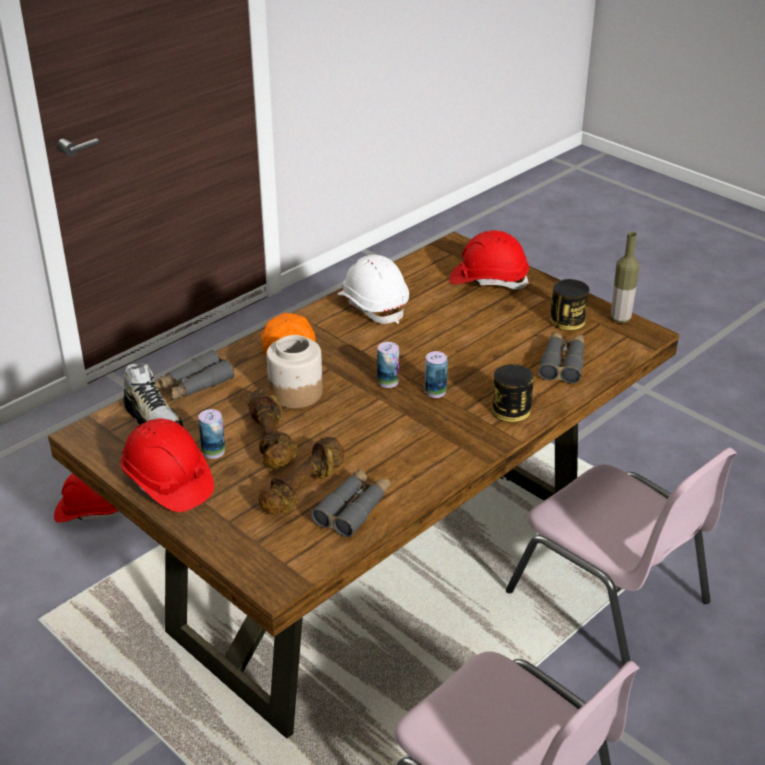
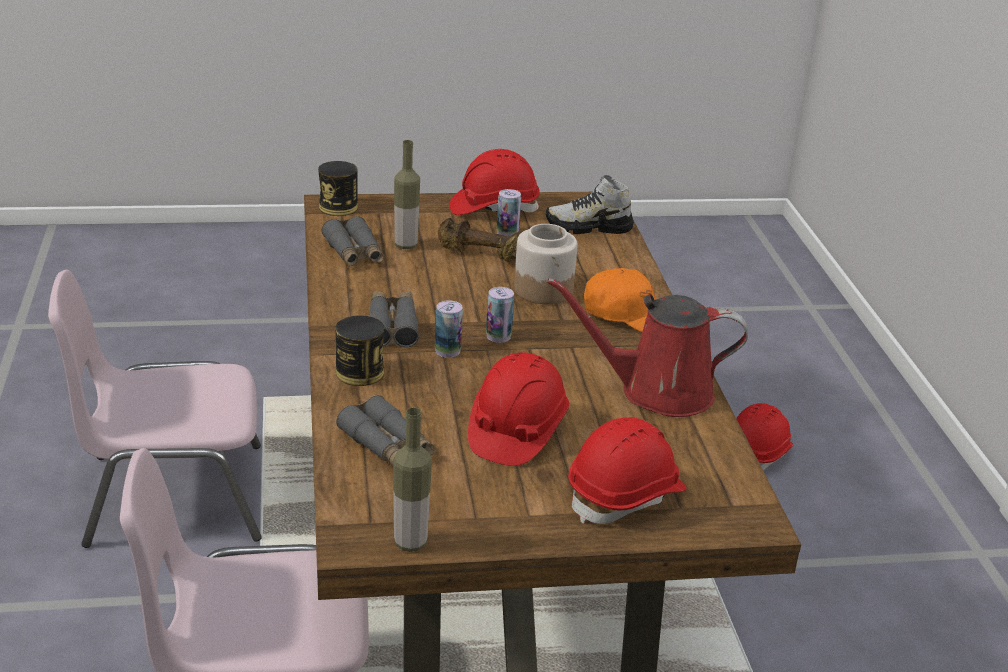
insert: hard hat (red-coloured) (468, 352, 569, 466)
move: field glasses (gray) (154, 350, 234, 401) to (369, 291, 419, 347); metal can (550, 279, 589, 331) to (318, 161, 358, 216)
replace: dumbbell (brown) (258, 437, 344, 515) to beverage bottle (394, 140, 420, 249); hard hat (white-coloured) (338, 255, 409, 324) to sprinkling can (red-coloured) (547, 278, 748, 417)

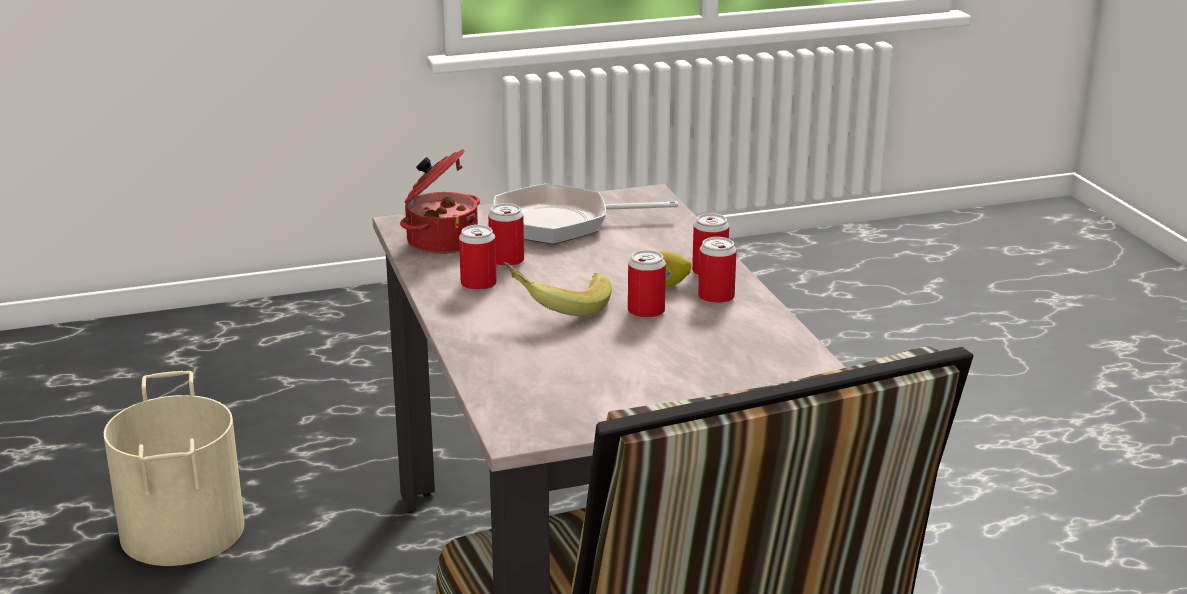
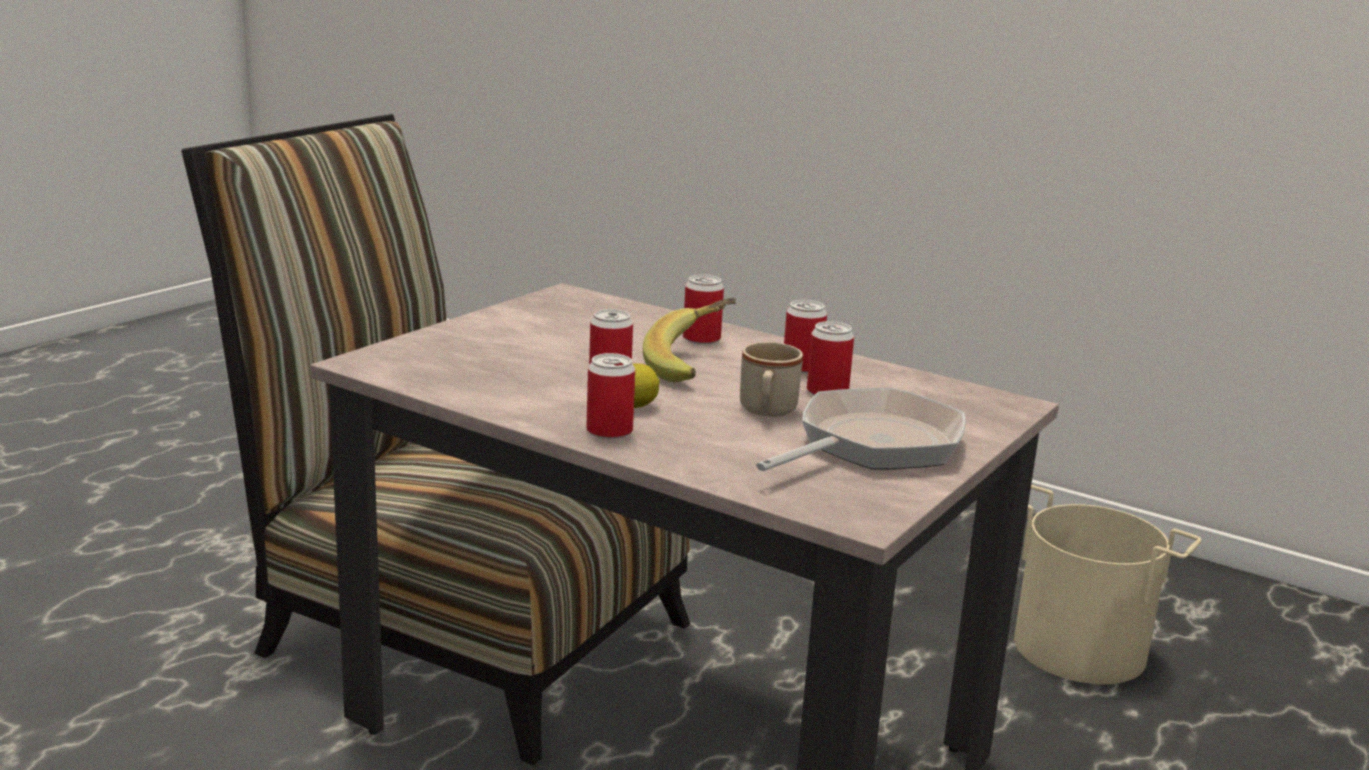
delete: saucepot (400, 149, 480, 254)
insert: coffee mug (sand-coloured) (740, 342, 803, 417)
move: metal can (698, 237, 737, 304) to (683, 274, 724, 344)

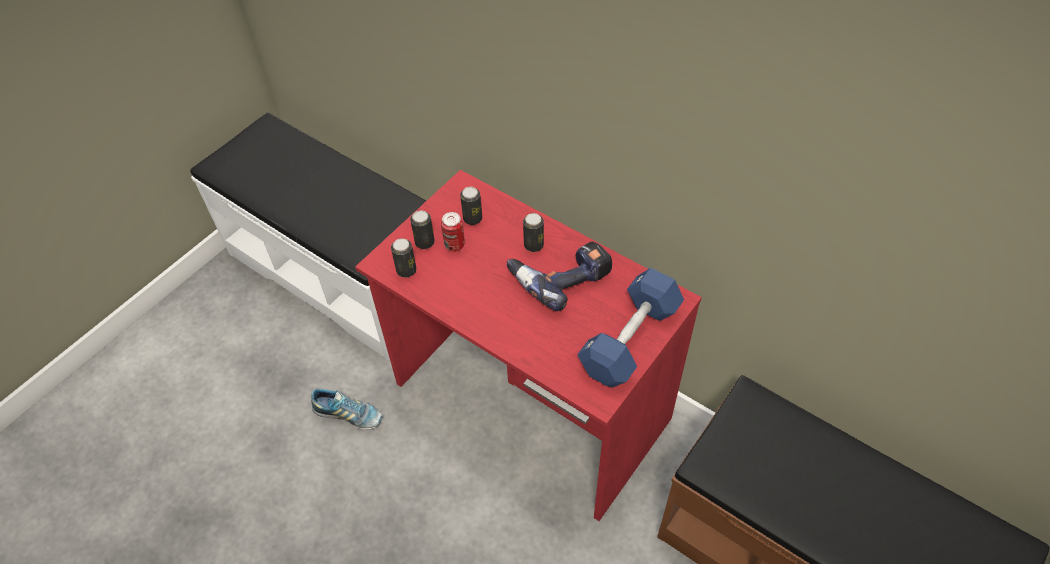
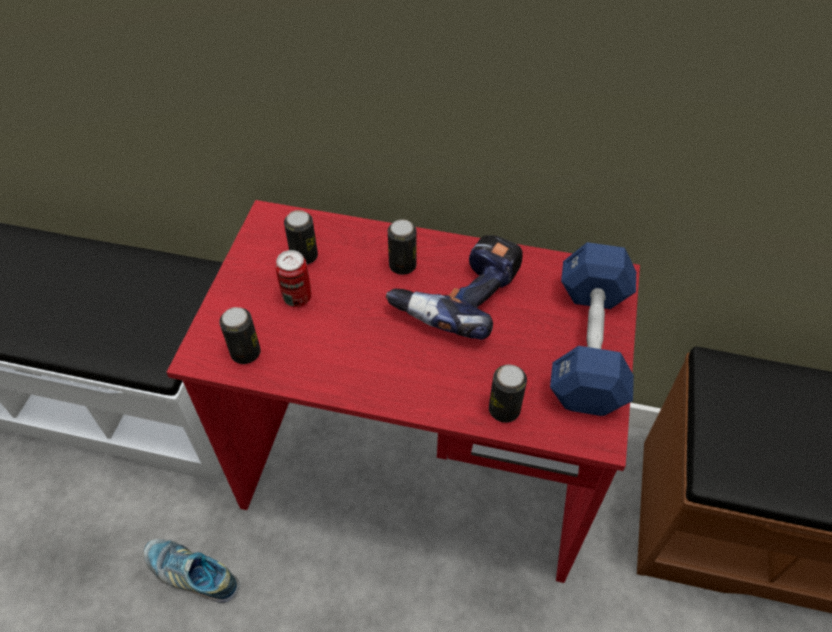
move: metal can (410, 210, 435, 249) to (489, 365, 527, 423)
rotate: shoe (311, 389, 382, 430) = (144, 539, 240, 603) 150 degrees counterclockwise

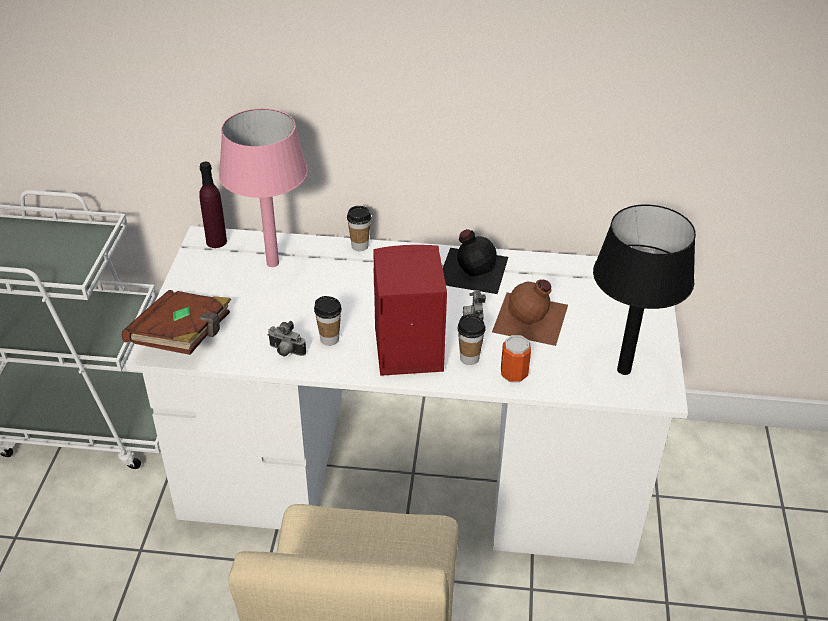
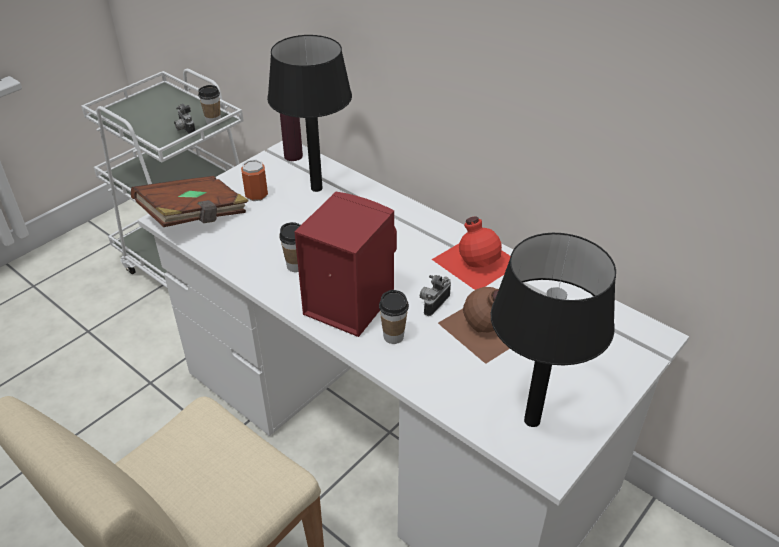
move: still camera (267, 321, 306, 356) to (174, 104, 195, 134); small cup (347, 206, 371, 251) to (198, 85, 221, 126); metal can (501, 335, 531, 382) to (241, 160, 268, 201)
recolor: lamp for a table (pinkish) (219, 108, 308, 267) to lamp for a table (black) (267, 35, 352, 192); beverage bottle (black) (443, 229, 508, 294) to beverage bottle (red-coloured) (432, 216, 510, 290)

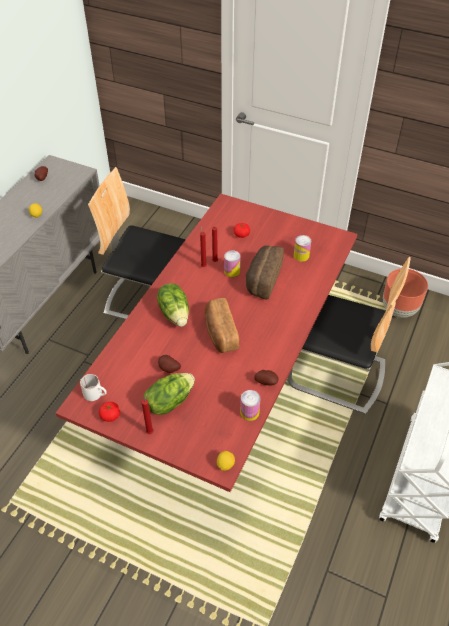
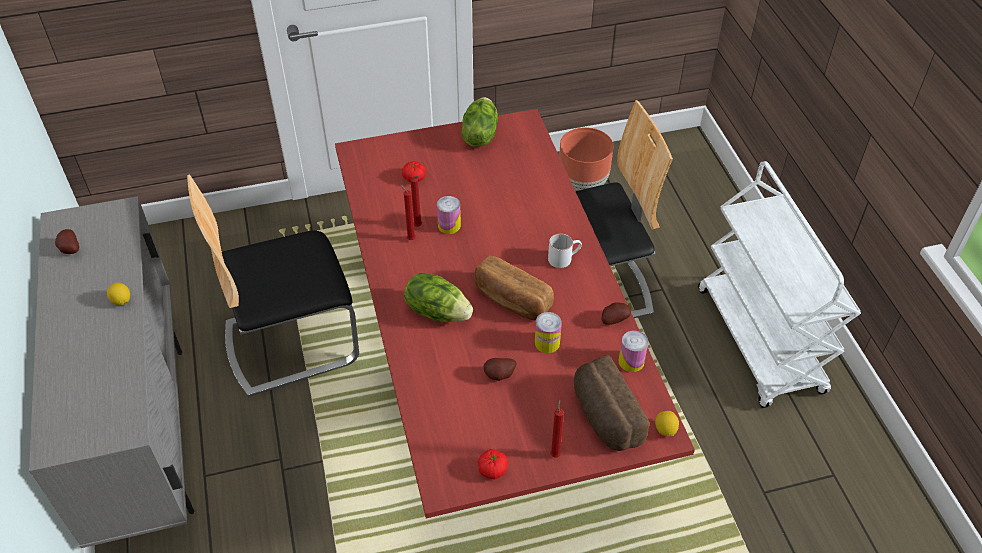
move: coffee mug (white-coloured) (80, 374, 107, 401) to (548, 233, 582, 268); lettuce (143, 373, 195, 415) to (461, 97, 498, 147); baked bread (246, 246, 284, 299) to (574, 355, 649, 451); metal can (294, 235, 311, 262) to (535, 312, 562, 353)

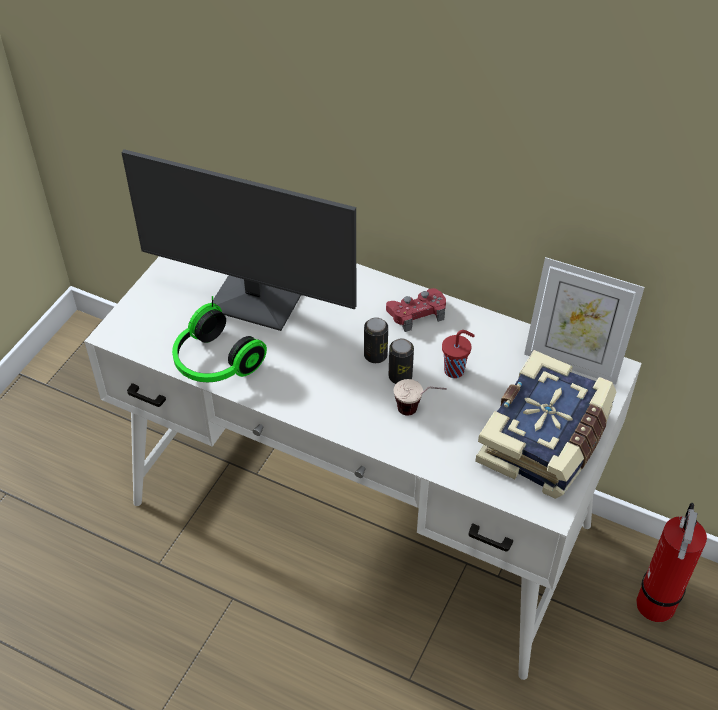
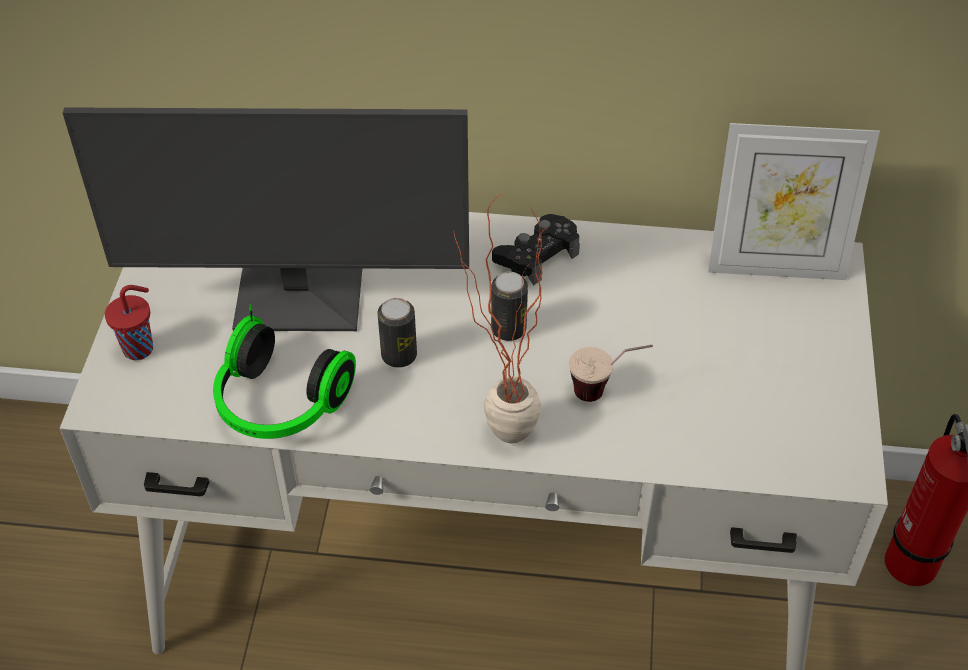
delete: volume (475, 350, 616, 499)
insert: plant in a pot (454, 193, 548, 443)
move: metal can (388, 338, 414, 384) to (378, 298, 417, 368); small cup (red-coloured) (442, 330, 475, 378) to (105, 285, 153, 360)
recolor: joypad (red-coloured) (386, 288, 446, 332) to joypad (black) (492, 214, 580, 285)

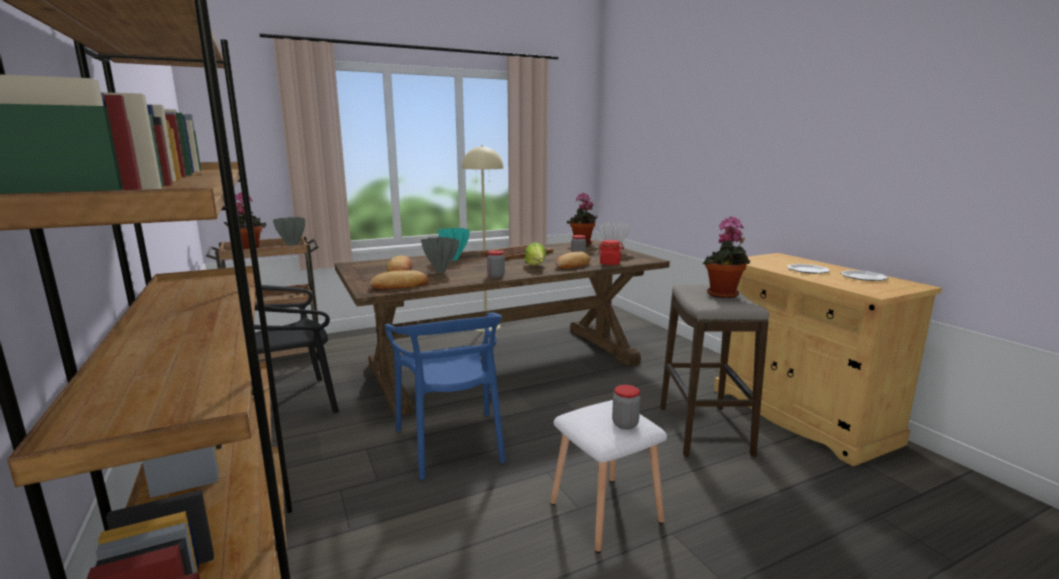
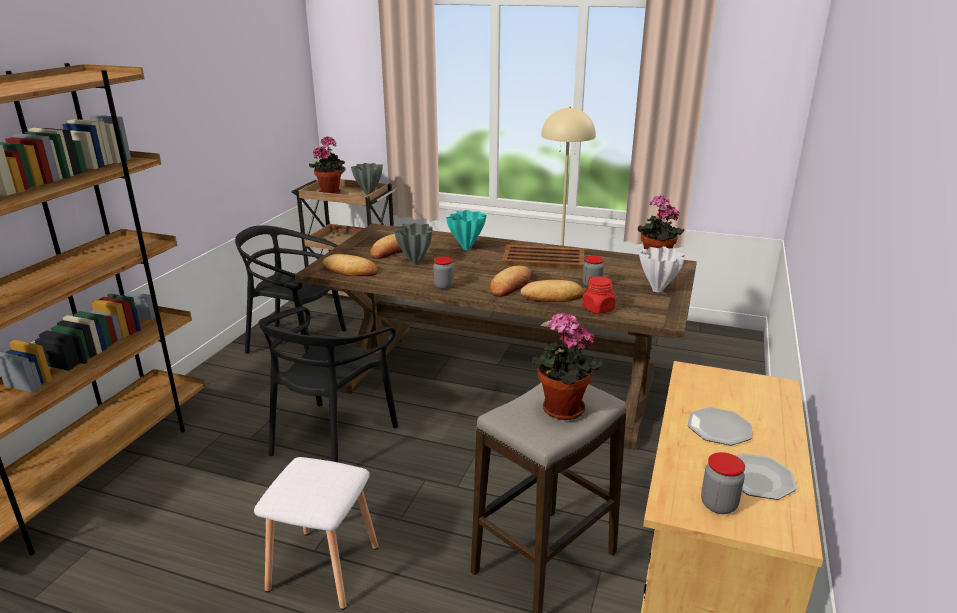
move: jar (612, 385, 640, 430) to (701, 452, 745, 514)
replace: lettuce (524, 242, 546, 266) to baked bread (490, 266, 531, 297)
recolor: chair (bluish) (385, 312, 506, 480) to chair (black) (259, 307, 398, 462)

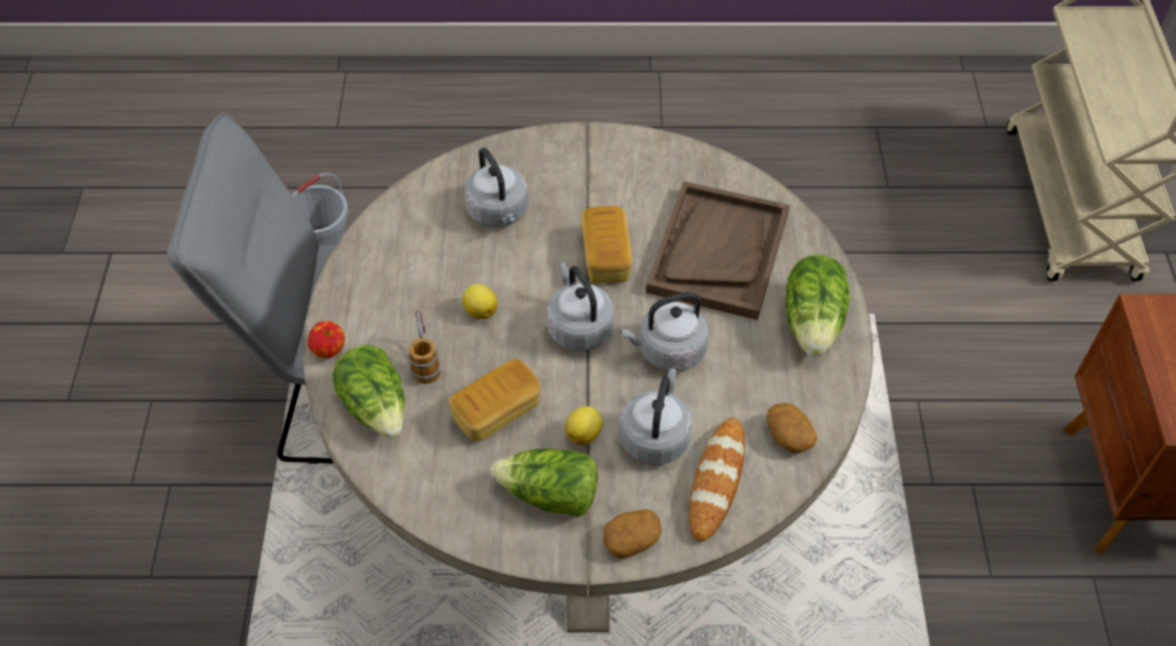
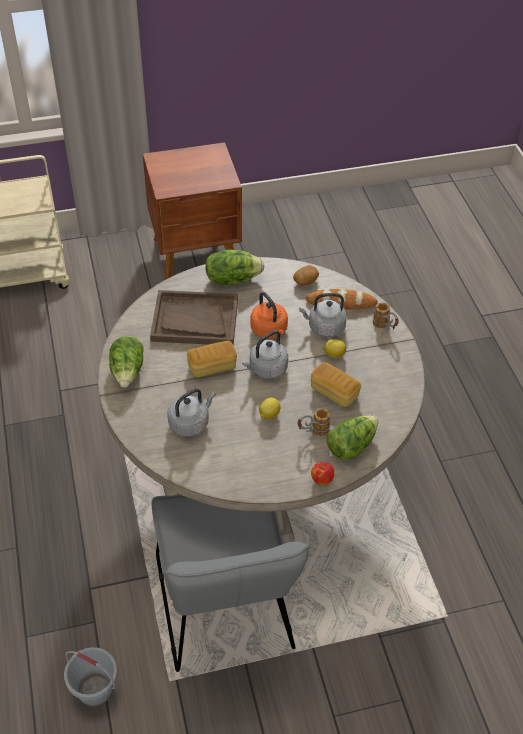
move: lettuce (490, 448, 598, 517) to (109, 336, 144, 388)
replace: potato (603, 509, 662, 559) to coffee mug (373, 302, 399, 330)
recolor: tea kettle (gray) (620, 292, 709, 371) to tea kettle (orange-coloured) (250, 292, 288, 339)

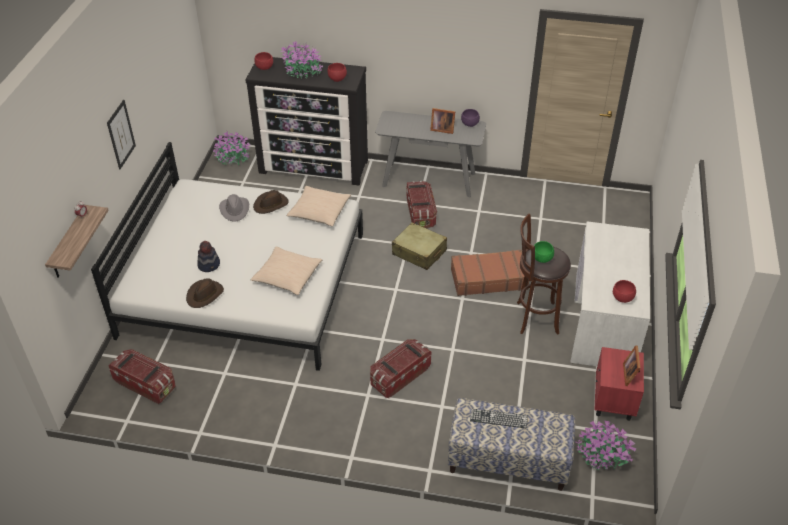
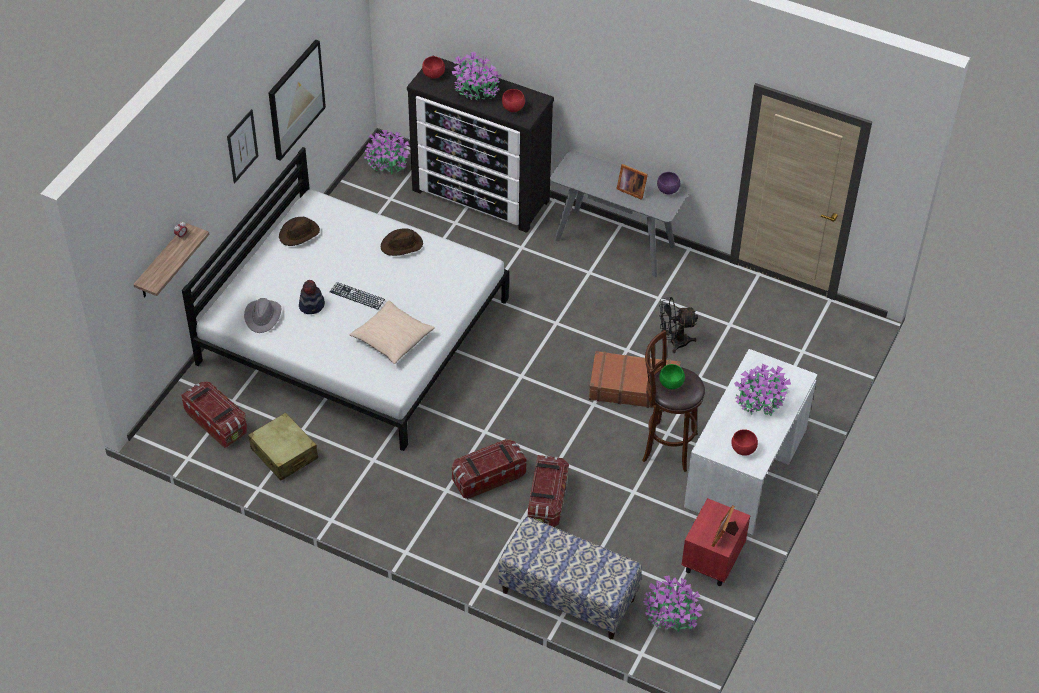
delete: cushion (sand-coloured) (287, 186, 351, 226)
insert: wall picture (268, 39, 326, 161); electric fan (black) (659, 297, 698, 353); plant in a pot (734, 364, 791, 416)
move: hat (brown) (186, 278, 224, 308) to (279, 217, 320, 246); hat (gray) (219, 194, 249, 222) to (244, 298, 281, 333); piece of luggage (sand-coloured) (392, 222, 447, 270) to (248, 412, 318, 481); storage container (407, 181, 437, 229) to (528, 455, 569, 527); keyboard (470, 409, 528, 428) to (330, 282, 385, 309)

